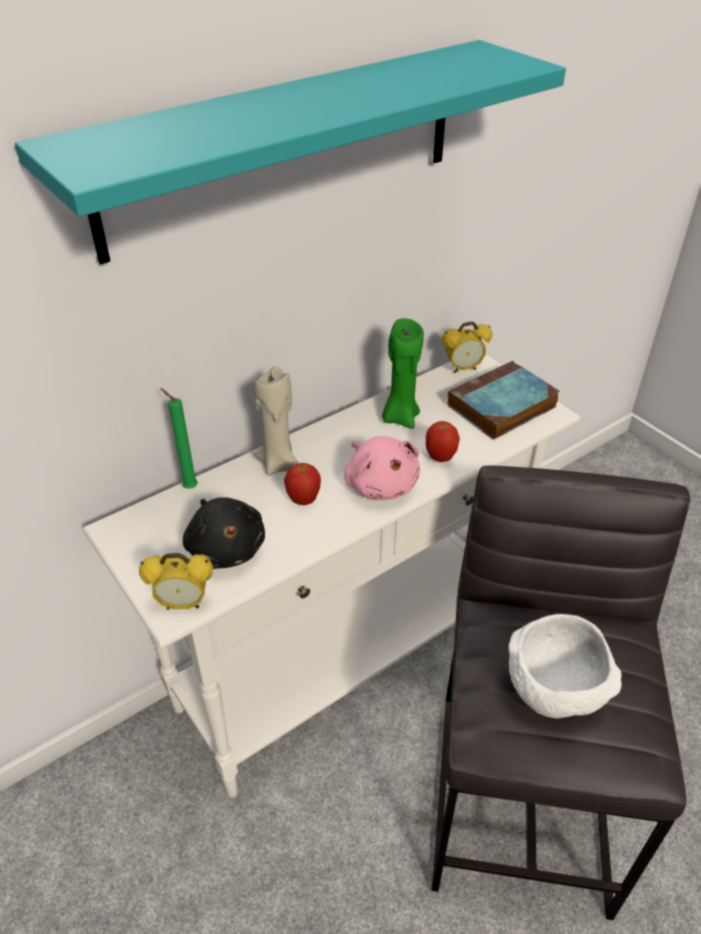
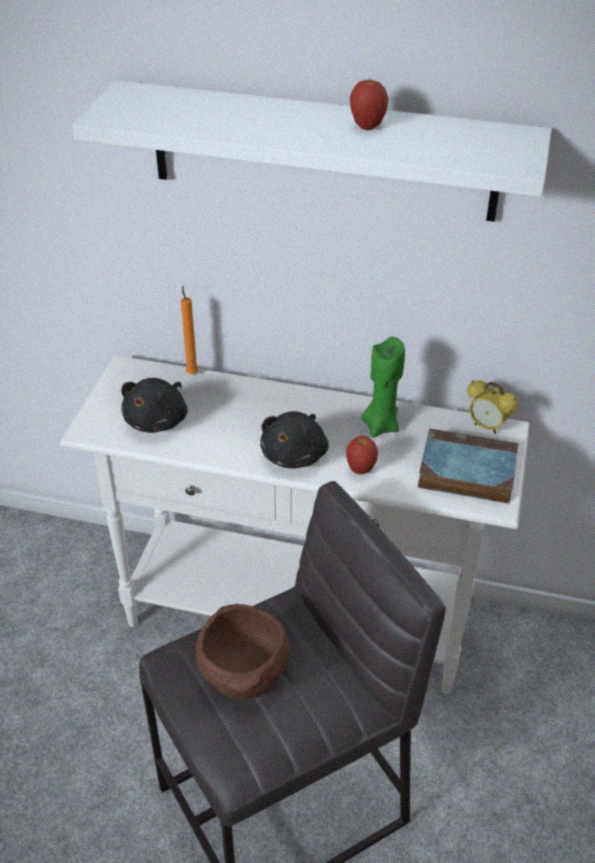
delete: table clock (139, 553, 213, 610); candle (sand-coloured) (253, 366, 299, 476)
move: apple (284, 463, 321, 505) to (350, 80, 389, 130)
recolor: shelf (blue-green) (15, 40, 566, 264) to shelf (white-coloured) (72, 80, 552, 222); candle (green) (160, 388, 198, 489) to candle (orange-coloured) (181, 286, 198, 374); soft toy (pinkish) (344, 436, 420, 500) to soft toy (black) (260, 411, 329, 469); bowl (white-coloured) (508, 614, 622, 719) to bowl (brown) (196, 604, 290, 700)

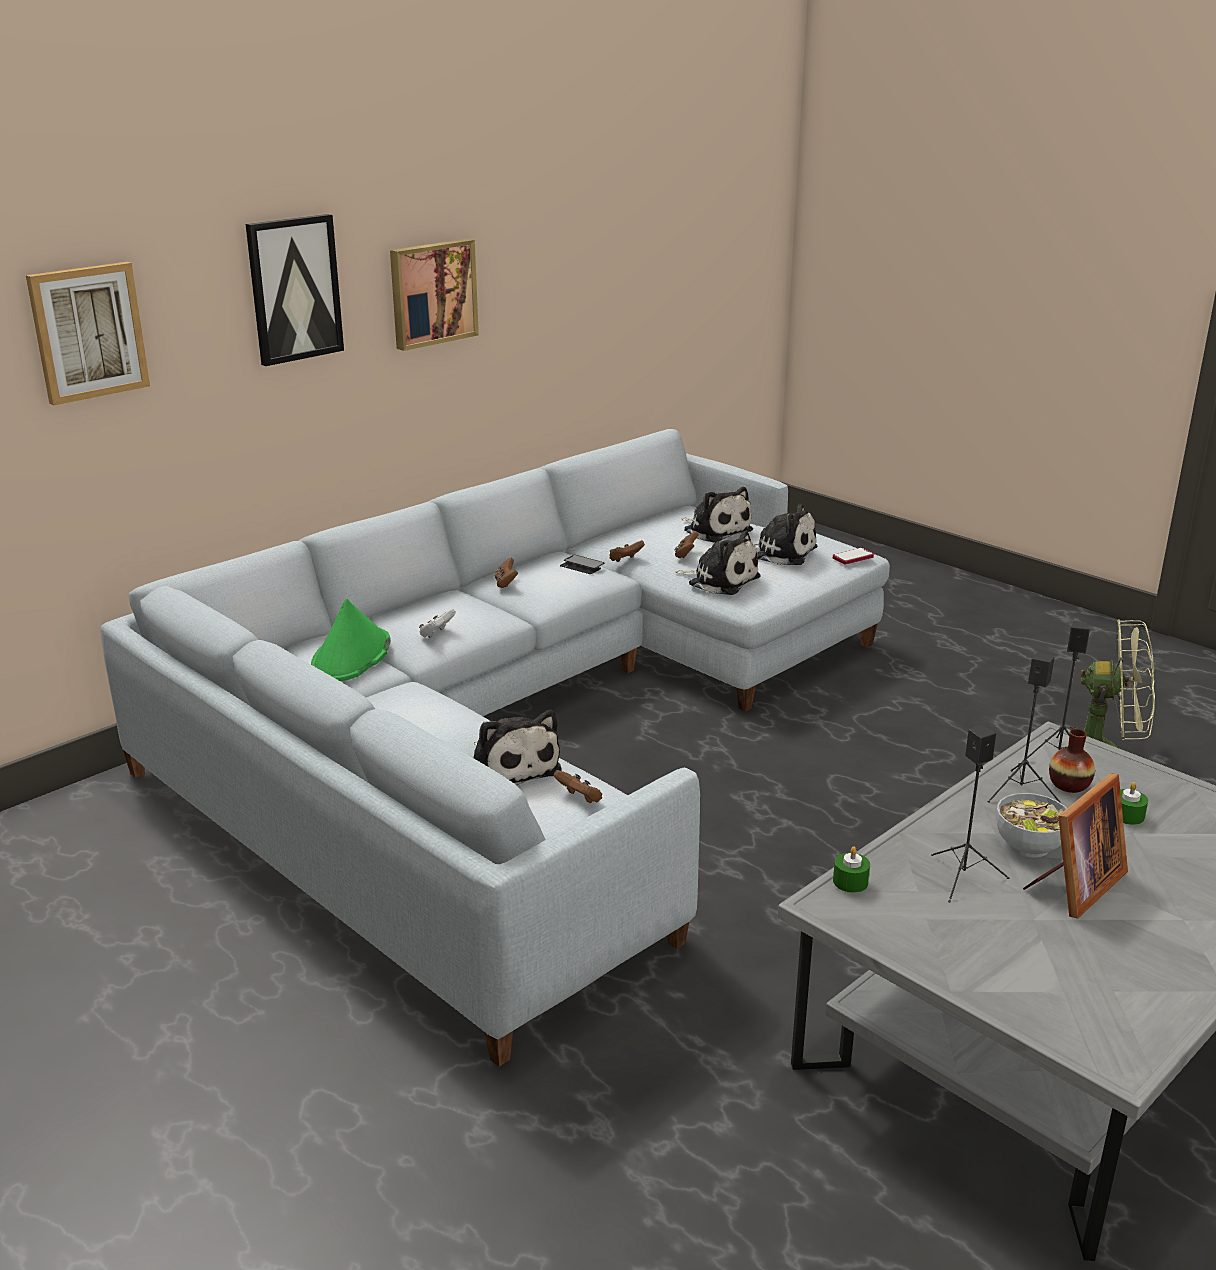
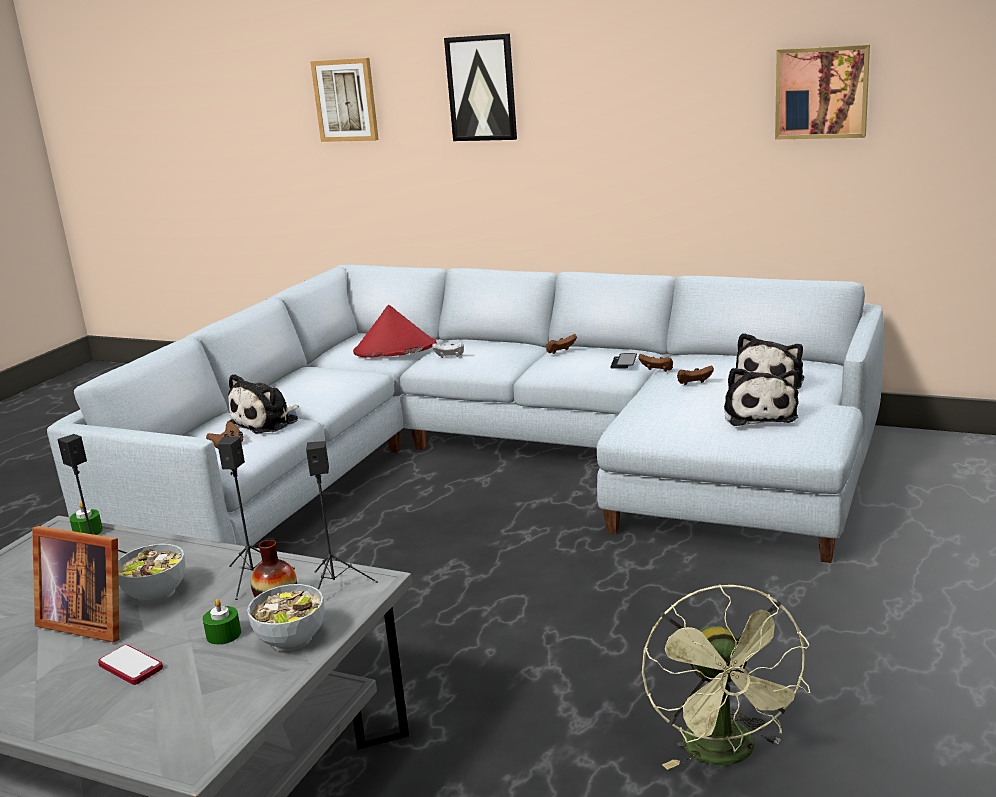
delete: soft toy (676, 531, 761, 595)
insert: bowl (247, 584, 324, 651)
move: wall picture (390, 239, 479, 351) to (775, 44, 870, 139); phone (833, 548, 874, 564) to (98, 645, 163, 685)
recolor: hat (green) (311, 599, 391, 681) to hat (red-coloured) (353, 305, 436, 358)

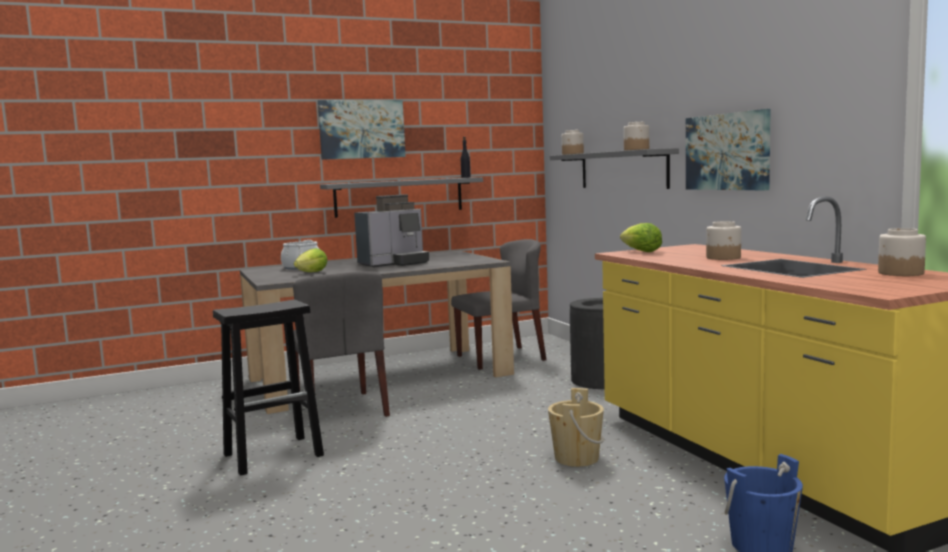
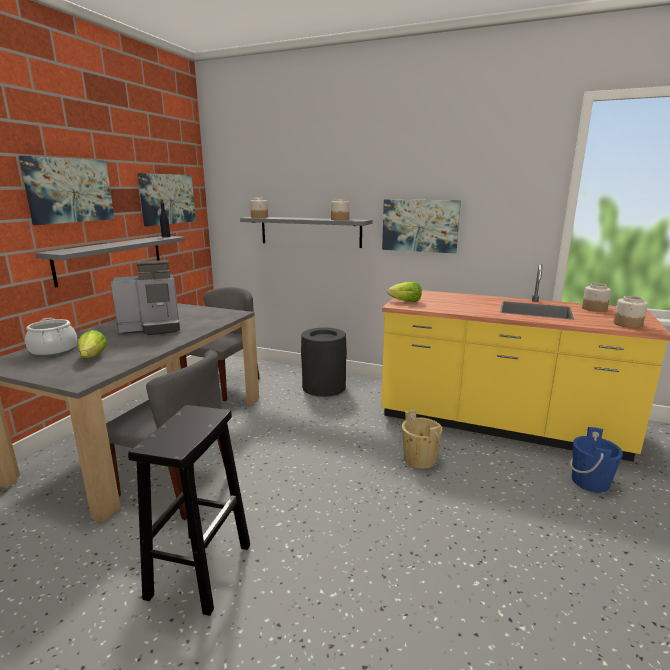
insert: wall picture (137, 173, 196, 226)
move: jar (706, 221, 741, 260) to (614, 296, 648, 328)
rotate: coffee machine (354, 195, 429, 267) = (110, 260, 180, 335) 60 degrees clockwise

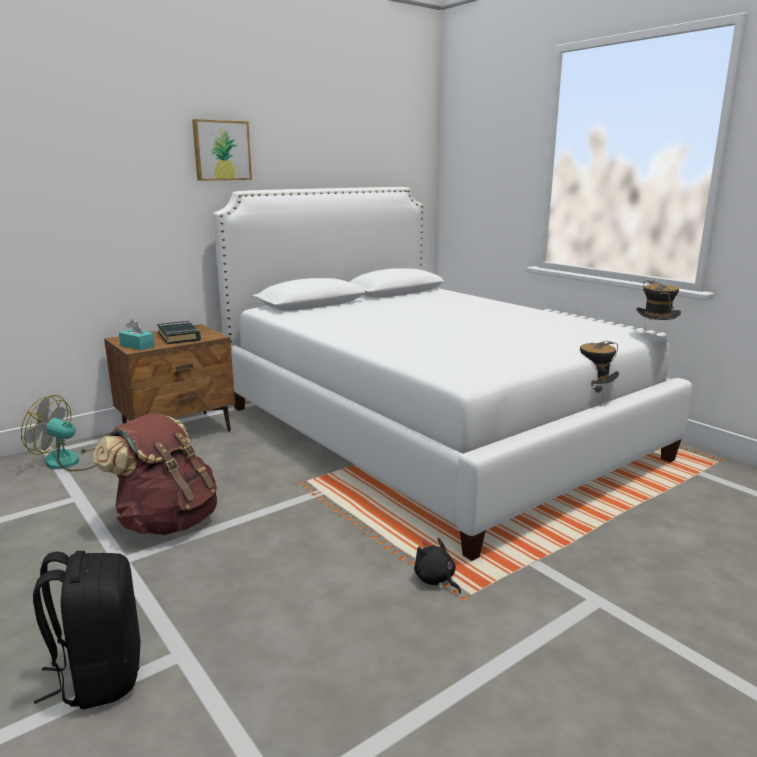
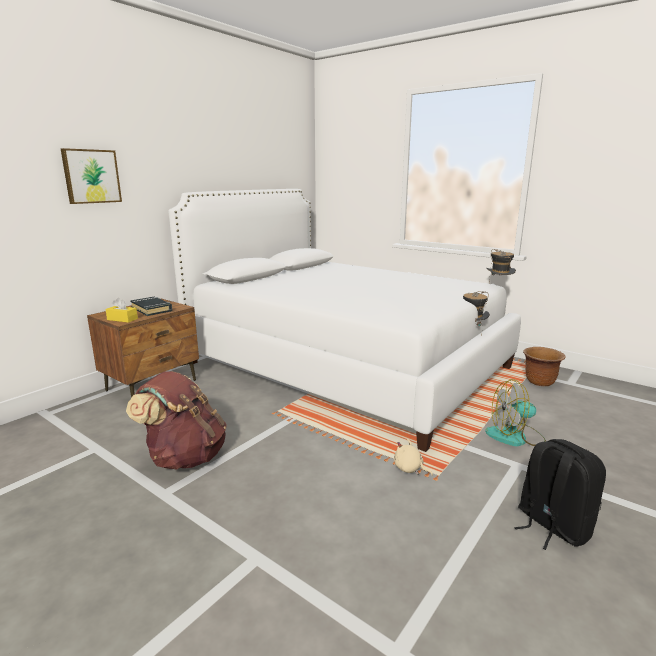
insert: flower pot (brown) (523, 347, 566, 386)
move: electric fan (21, 395, 96, 471) to (485, 379, 546, 446); backpack (black) (33, 551, 141, 709) to (514, 439, 606, 550); wall picture (192, 119, 252, 180) to (61, 148, 122, 204)
recolor: tissue holder (blue-green) (119, 320, 155, 351) to tissue holder (yellow-coloured) (105, 298, 138, 323); soft toy (black) (414, 538, 461, 594) to soft toy (sand-coloured) (394, 439, 433, 476)

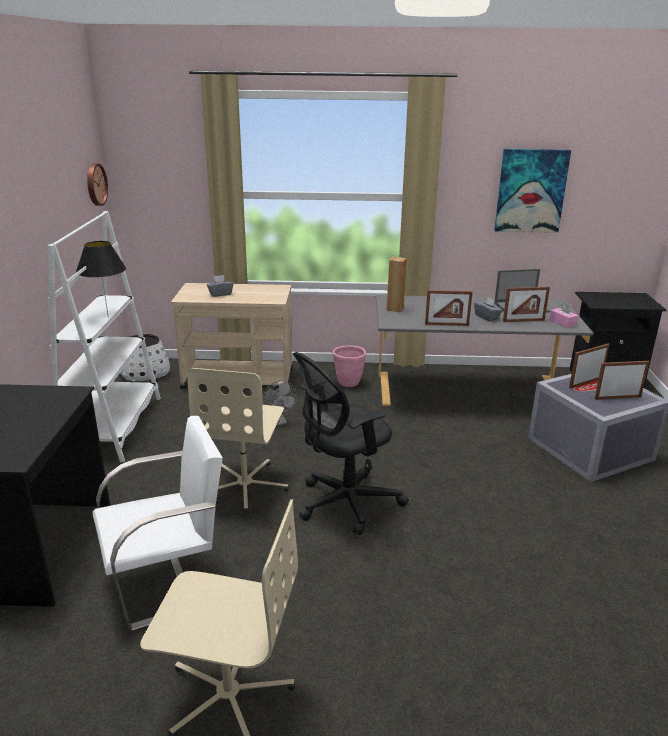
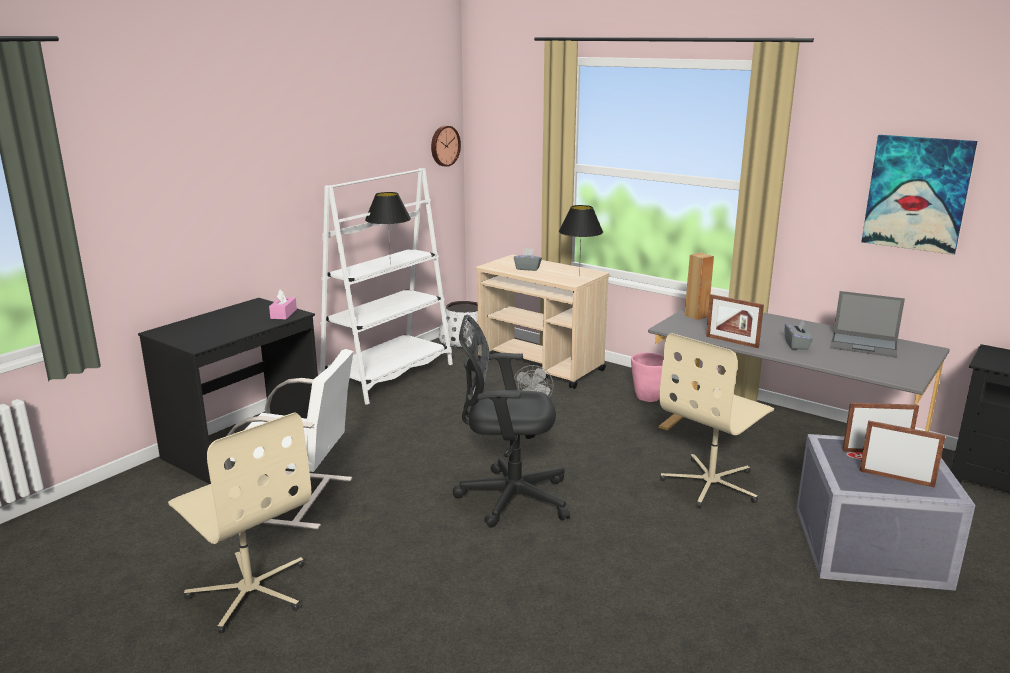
delete: photo frame (503, 287, 550, 322)
insert: lamp for a table (black) (559, 205, 603, 277)
move: office chair (sand-coloured) (188, 368, 289, 513) to (659, 333, 774, 508); tissue holder (pinkish) (549, 303, 579, 328) to (269, 289, 297, 319)

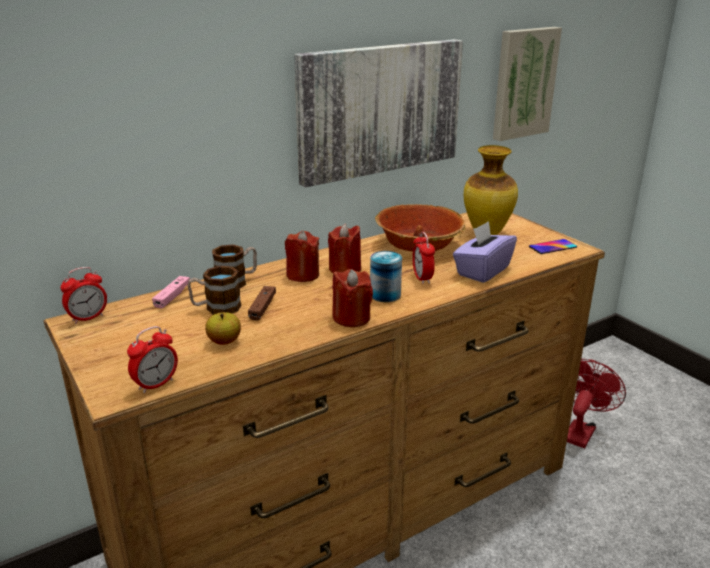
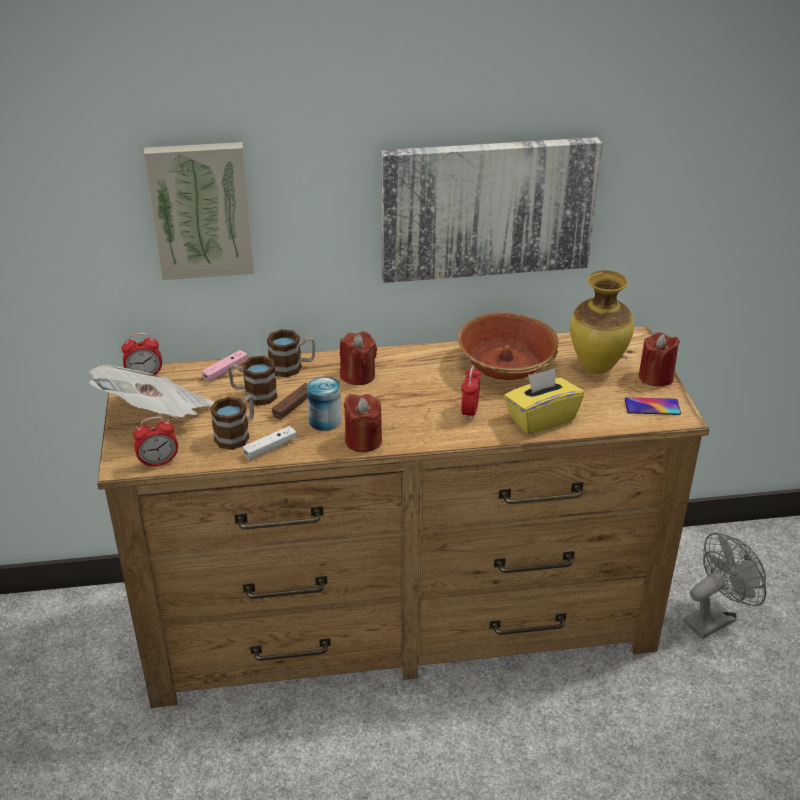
insert: newspaper (88, 365, 214, 418); joypad (white-coloured) (243, 426, 297, 460)
move: candle (red-coloured) (328, 224, 361, 273) to (638, 332, 680, 387); metal can (370, 251, 402, 302) to (307, 376, 341, 431); wall picture (493, 27, 562, 141) to (144, 142, 254, 280)
replace: apple (205, 312, 241, 345) to coffee mug (210, 395, 254, 450)
recolor: tissue holder (purple-coloured) (453, 221, 517, 283) to tissue holder (yellow-coloured) (504, 368, 584, 434); electric fan (red-coloured) (567, 359, 626, 448) to electric fan (gray) (683, 532, 766, 639)

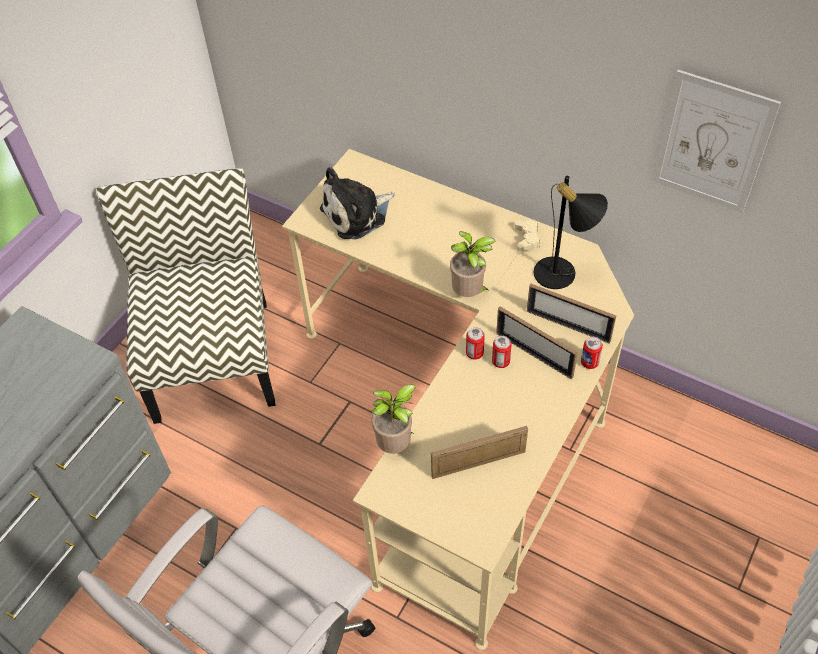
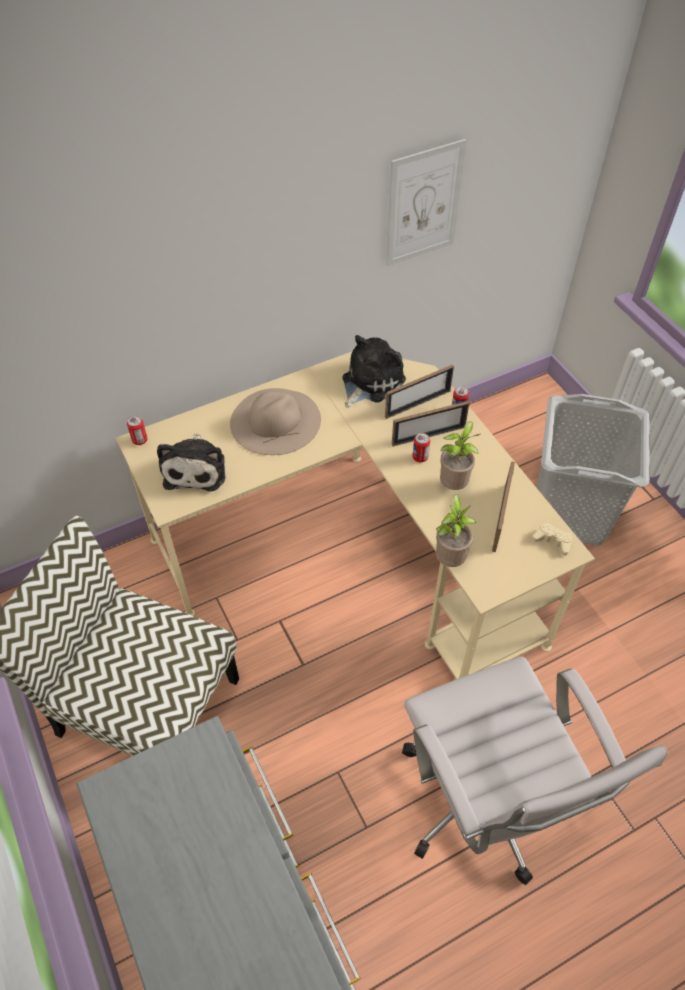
insert: hat (sand-coloured) (230, 388, 321, 455); washing basket (gray) (537, 394, 650, 545)
move: plant in a pot (450, 231, 496, 297) to (440, 422, 480, 490); metal can (466, 327, 485, 360) to (127, 416, 148, 445); joypad (sand-coloured) (515, 220, 540, 251) to (532, 522, 572, 556)
replace: lamp for a table (black) (533, 176, 608, 289) to soft toy (342, 335, 406, 408)

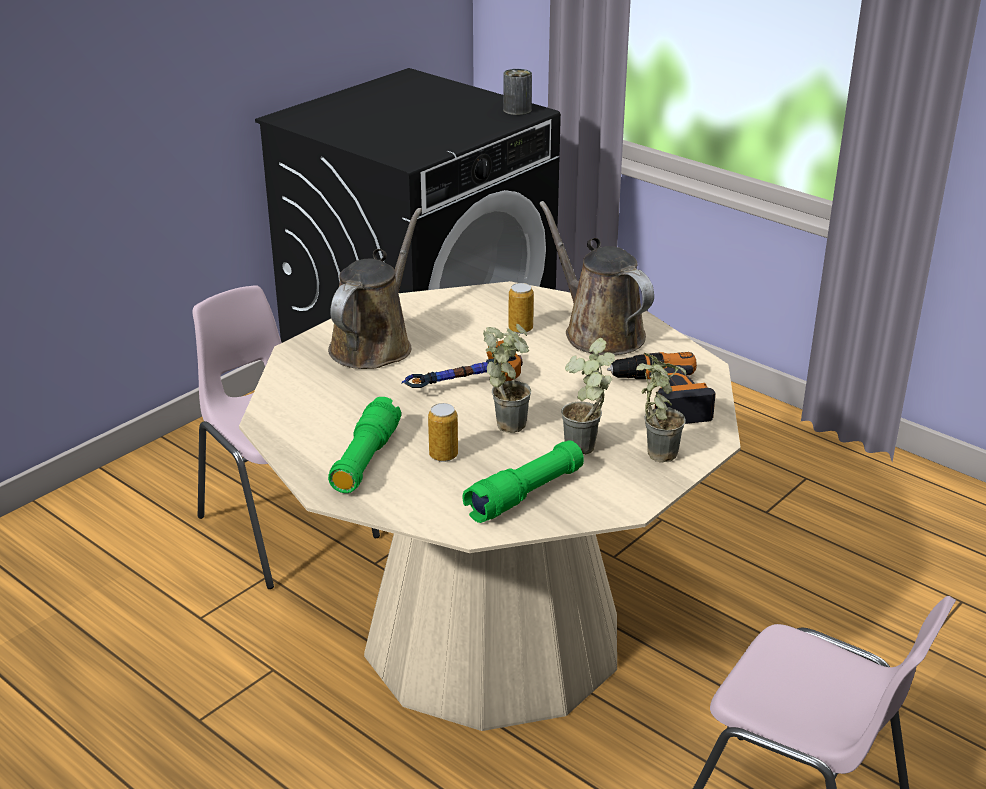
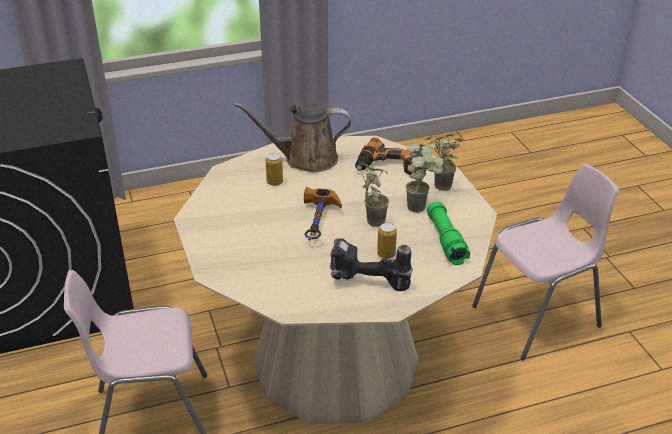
delete: sprinkling can (brown) (328, 208, 422, 369); metal can (503, 69, 532, 115)
replace: hand torch (green) (328, 397, 401, 493) to power drill (330, 238, 413, 291)

